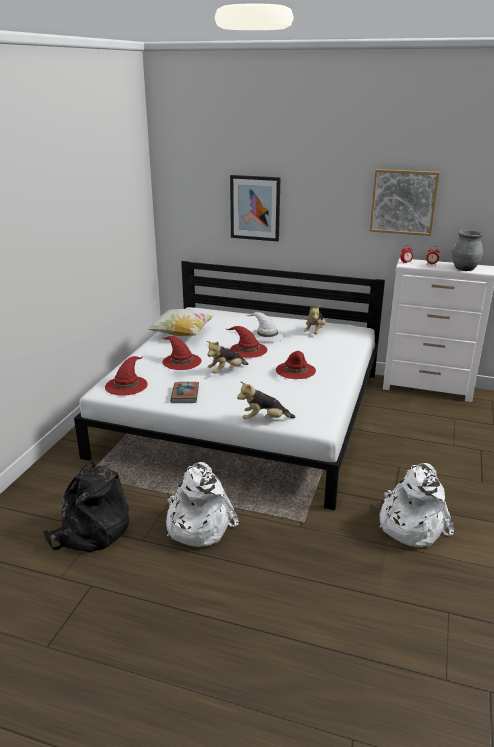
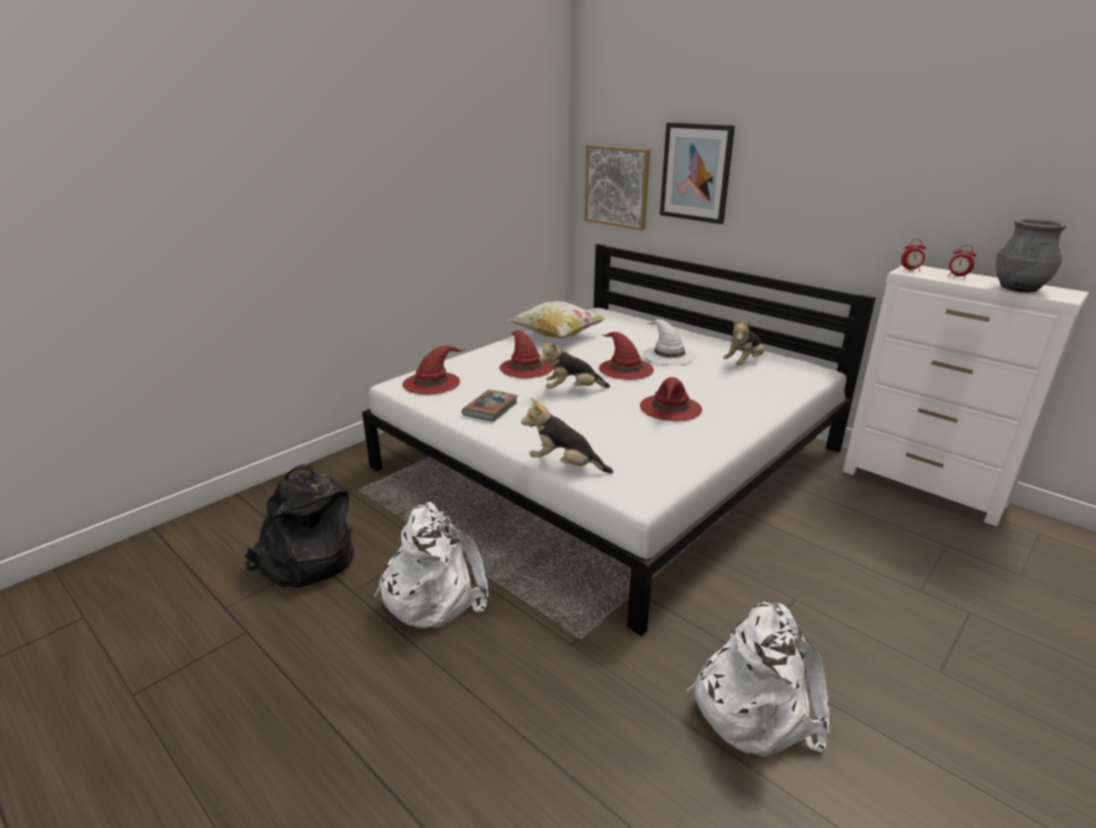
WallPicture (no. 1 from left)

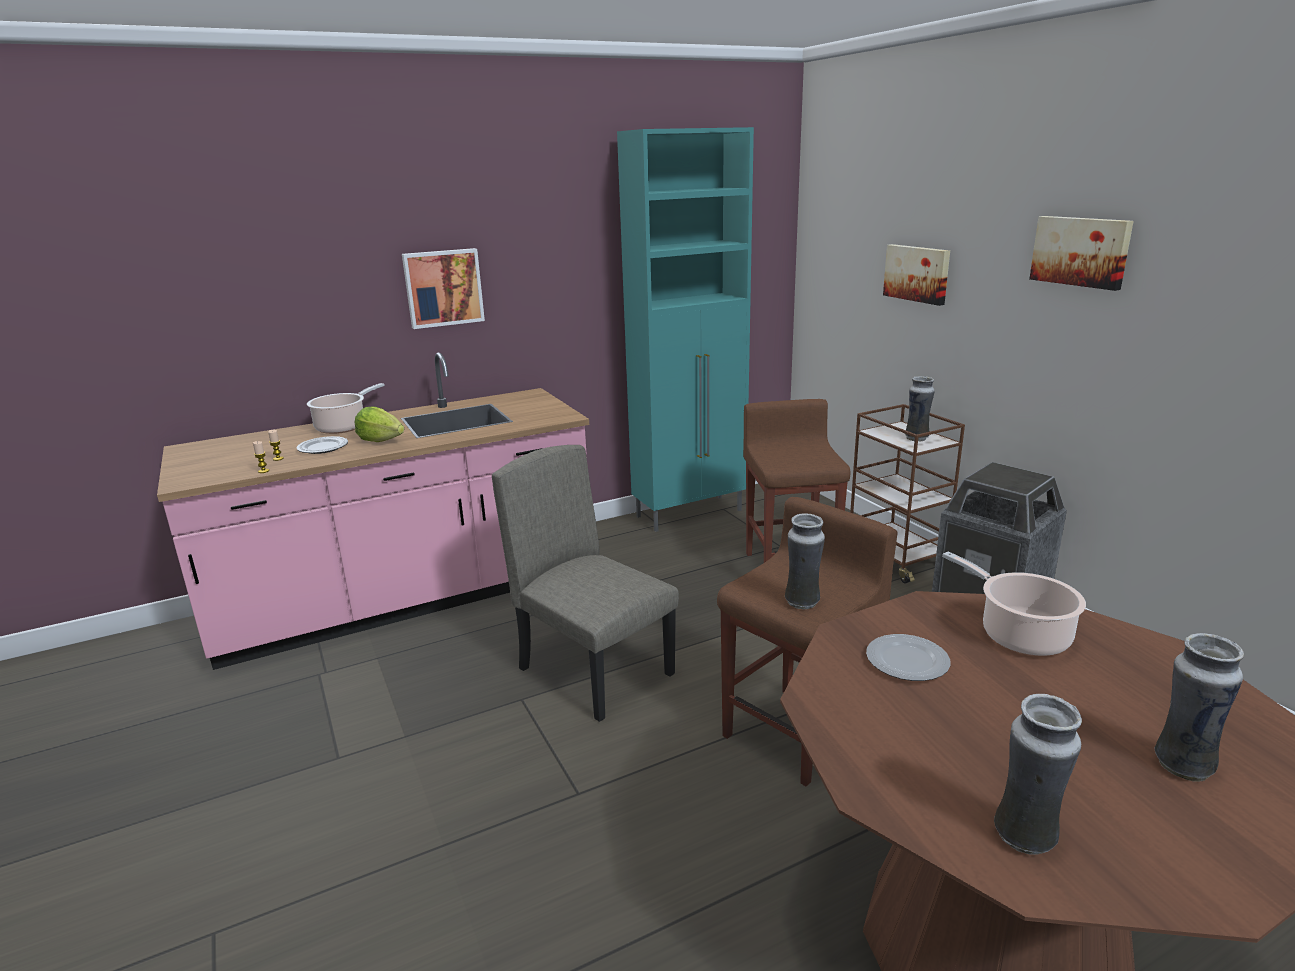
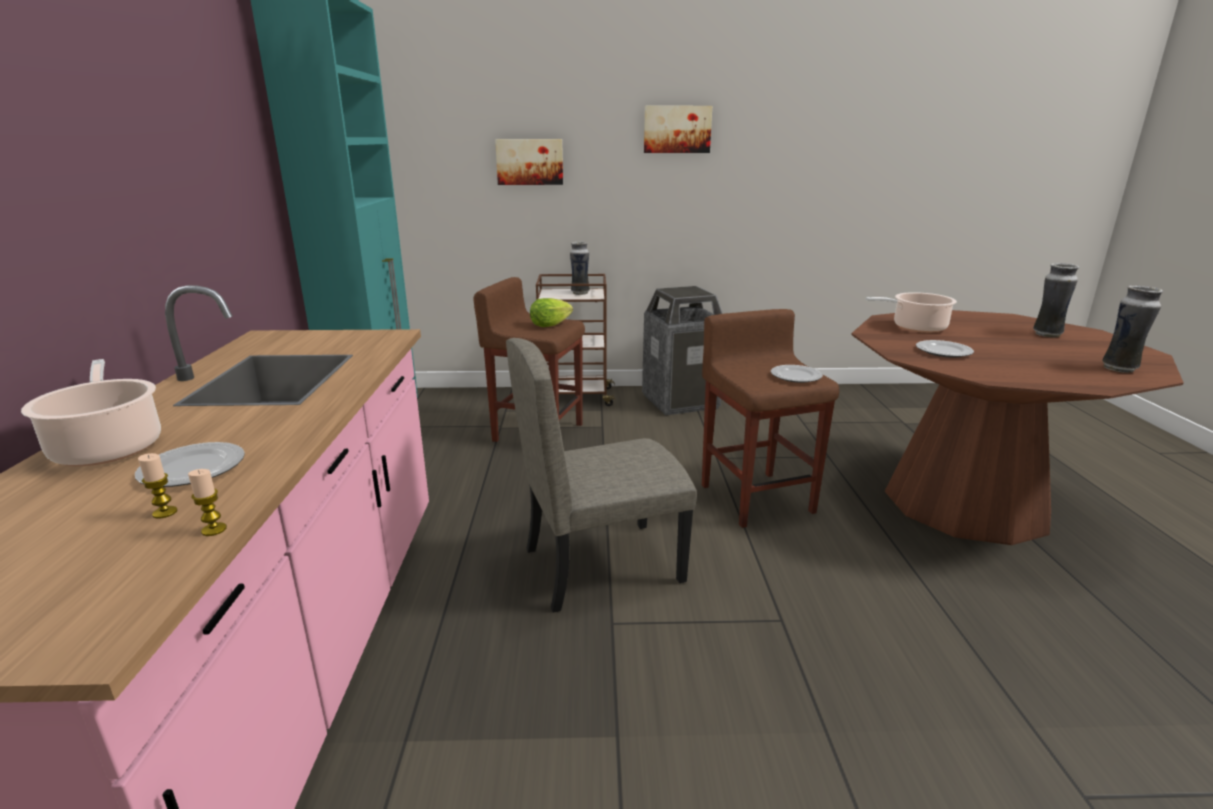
Lettuce
WallPicture (no. 1 from left in the first image)
FlatDish (no. 2 from left)

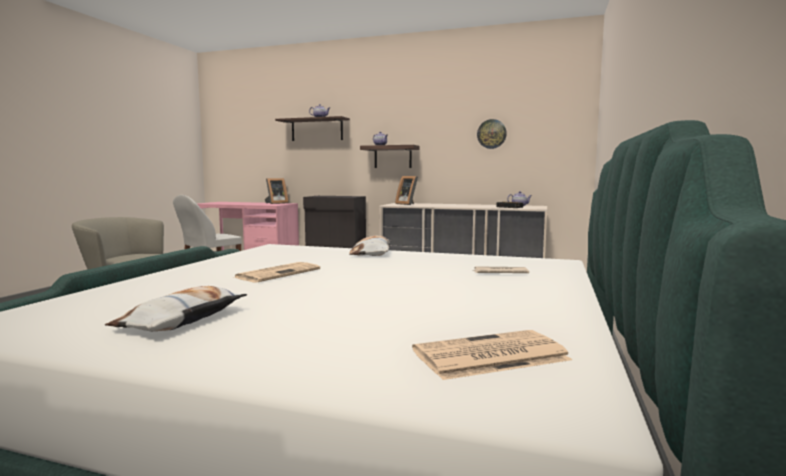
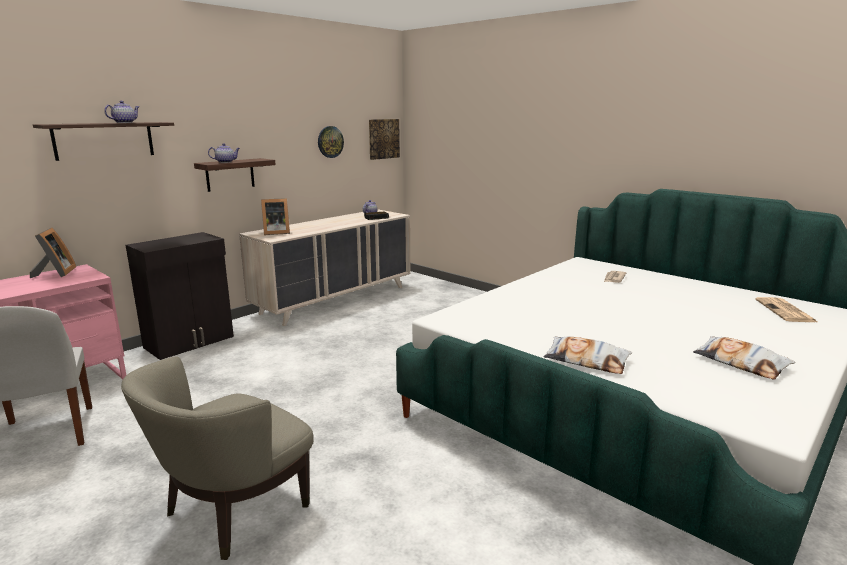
PrintedPaper (no. 1 from left in the first image)
ThrowPillow (no. 1 from left)
WallPicture

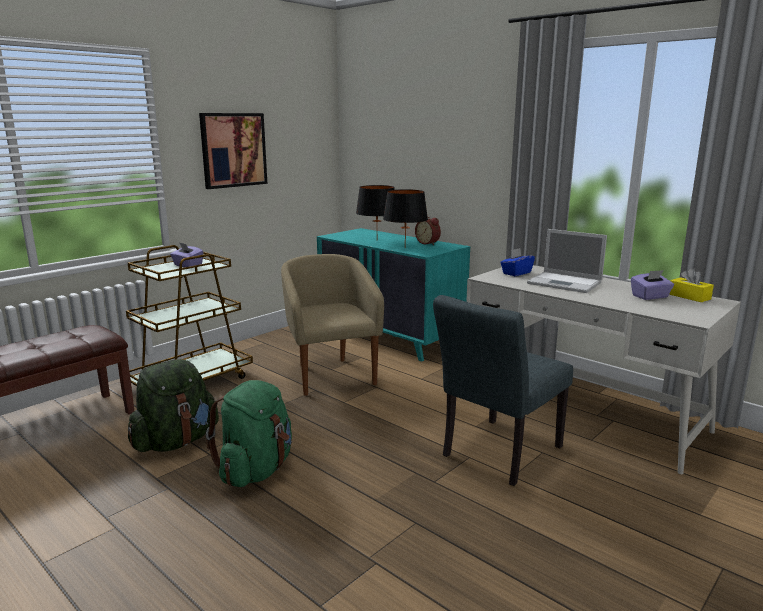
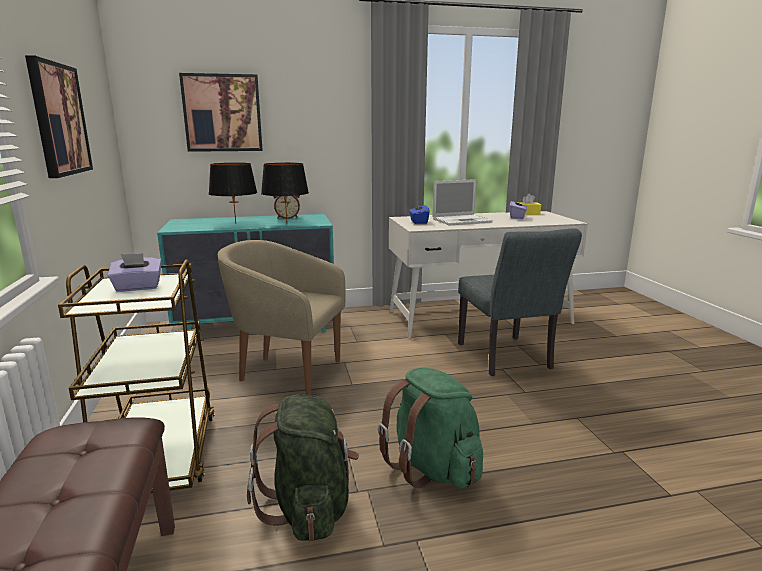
WallPicture (no. 2 from left)

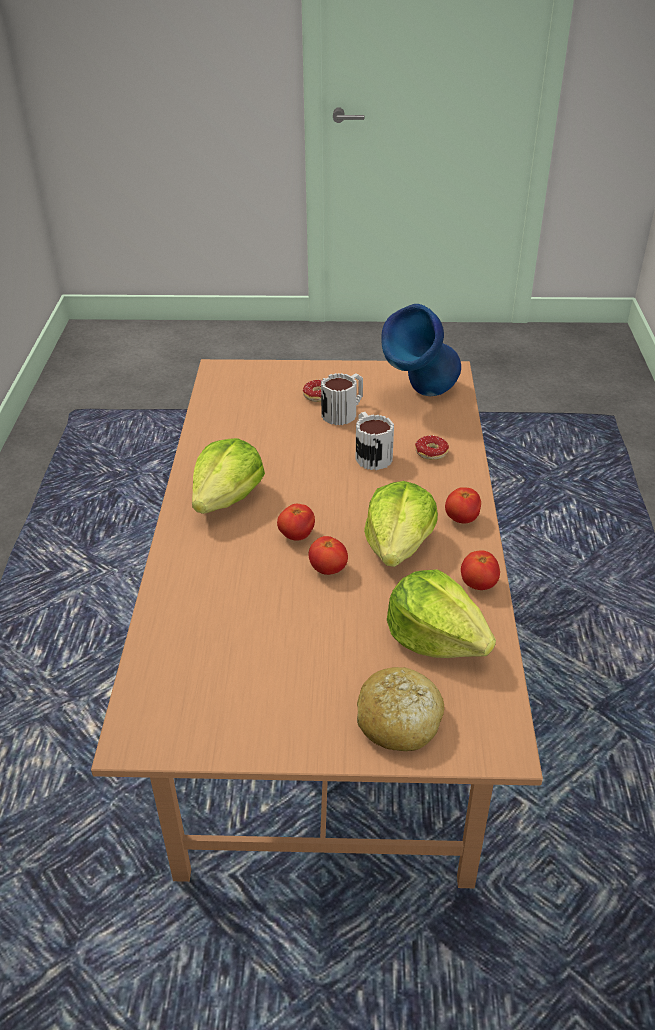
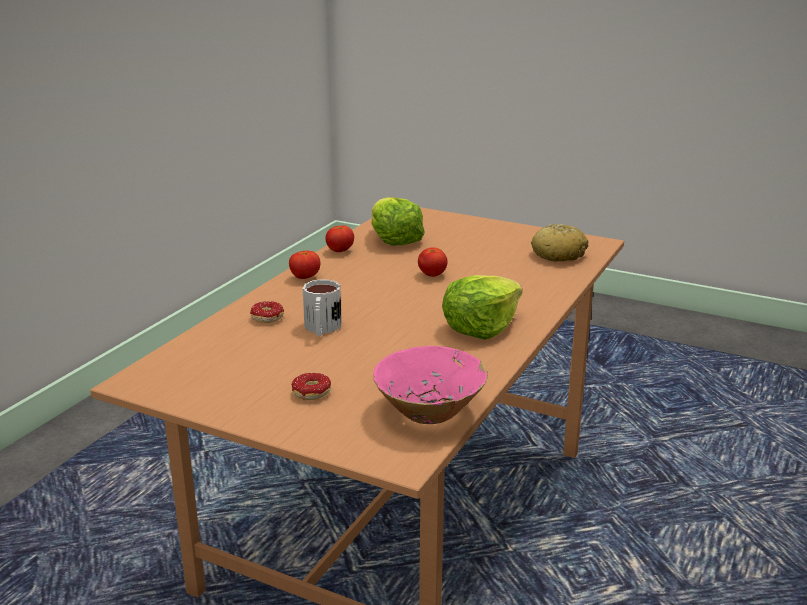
FreshTomato (no. 1 from left in the first image)
Mug (no. 1 from left in the first image)
Bread
Lettuce (no. 2 from left in the first image)
BlueFlowerVase
PinkColouredDeepDish

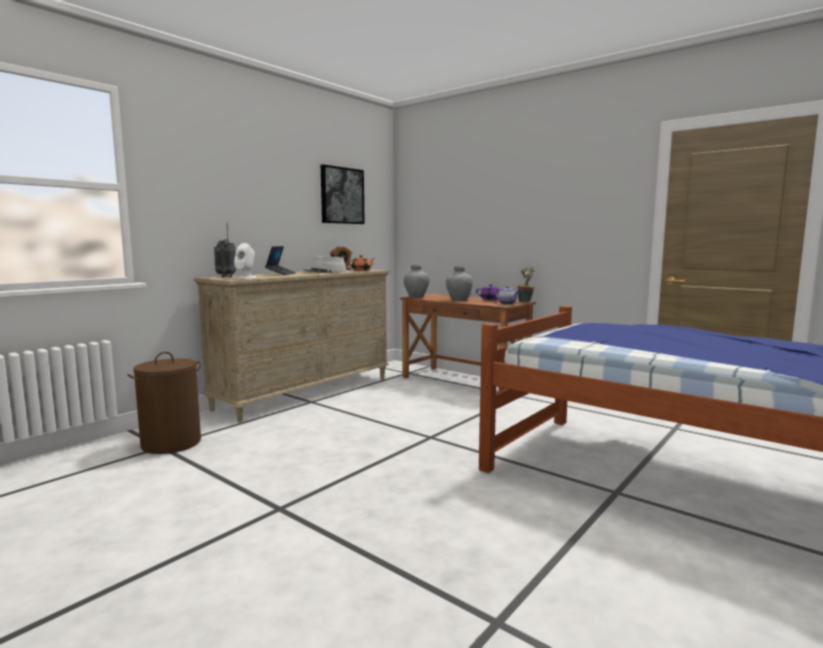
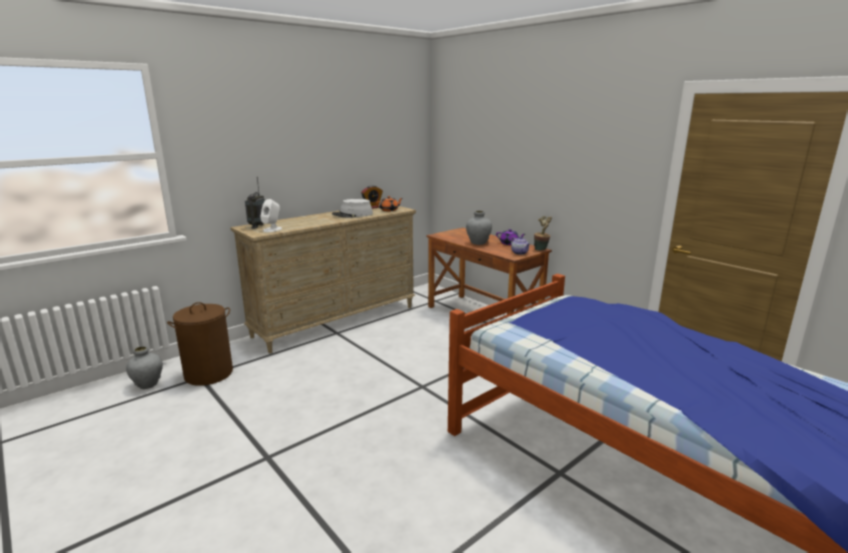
NotebookComputer
WallPicture
GrayFlowerVase (no. 1 from left)

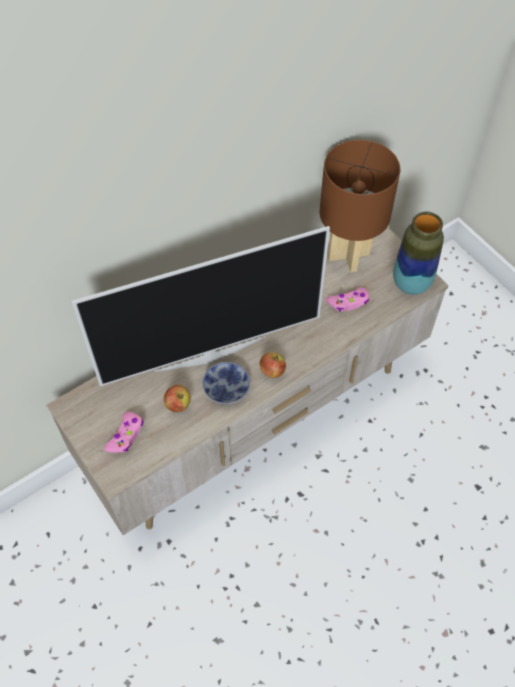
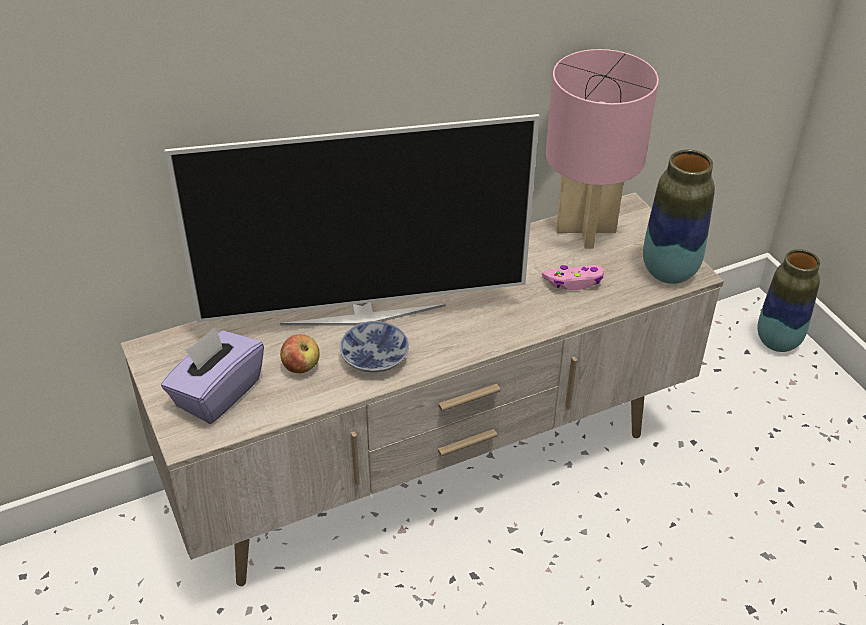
PurpleColouredTissueBox
WholeApple (no. 2 from left in the first image)
PinkColouredLampForATable
FlowerVase (no. 2 from left)

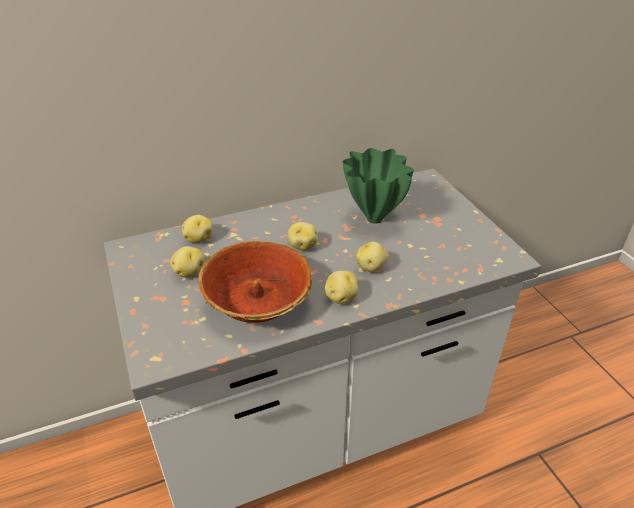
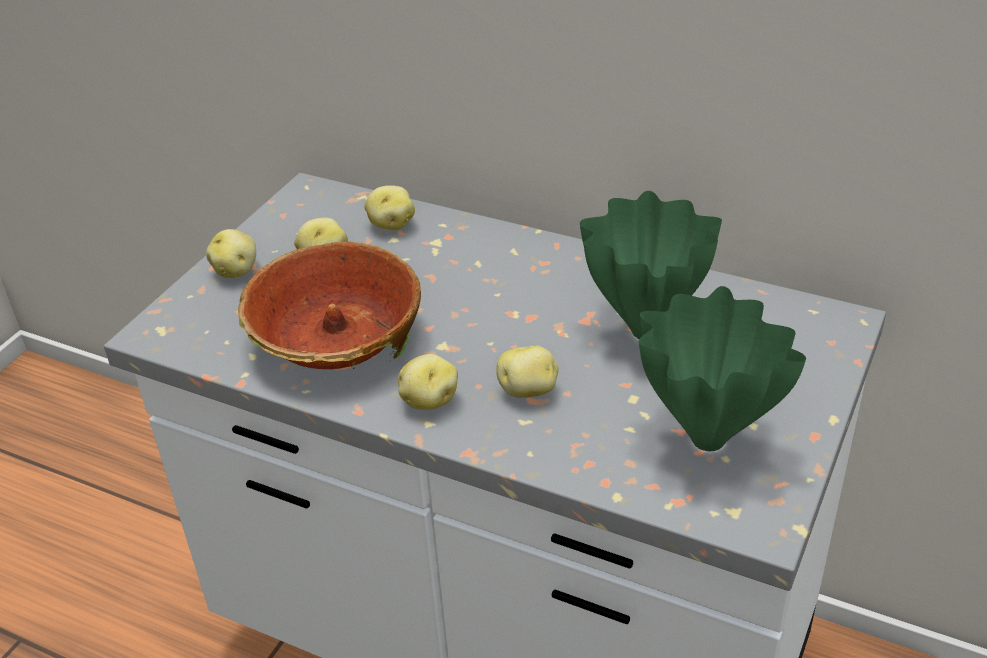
Spud (no. 1 from left)
GreenFlowerVase (no. 2 from left)

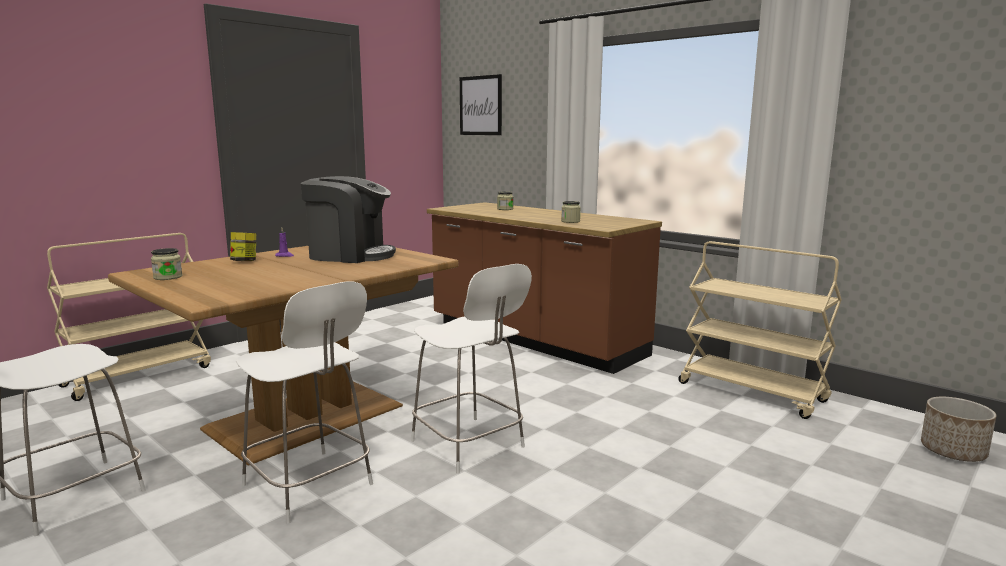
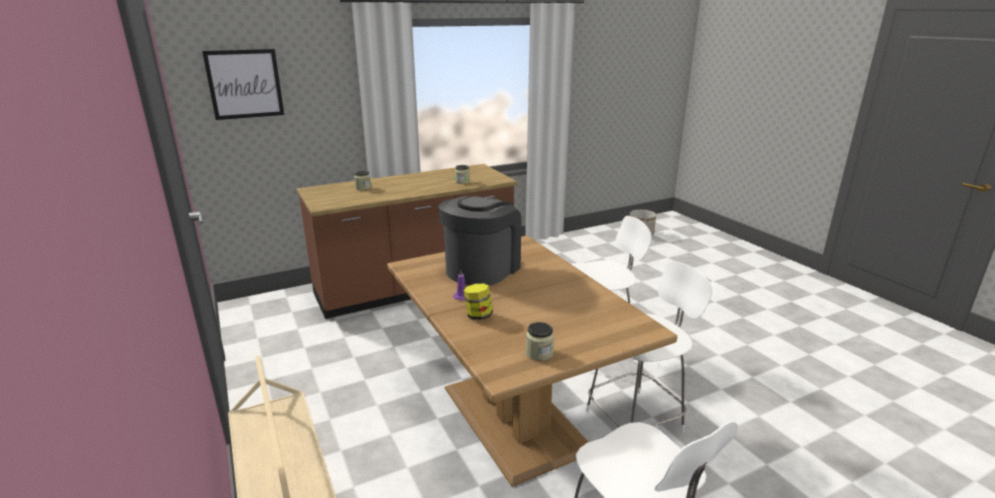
BeigeCart (no. 2 from left in the first image)

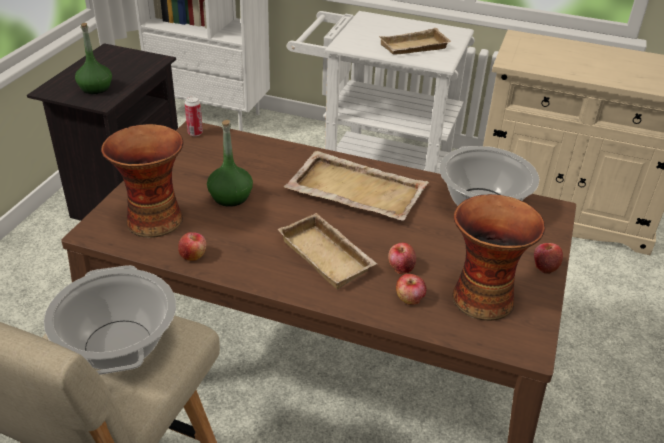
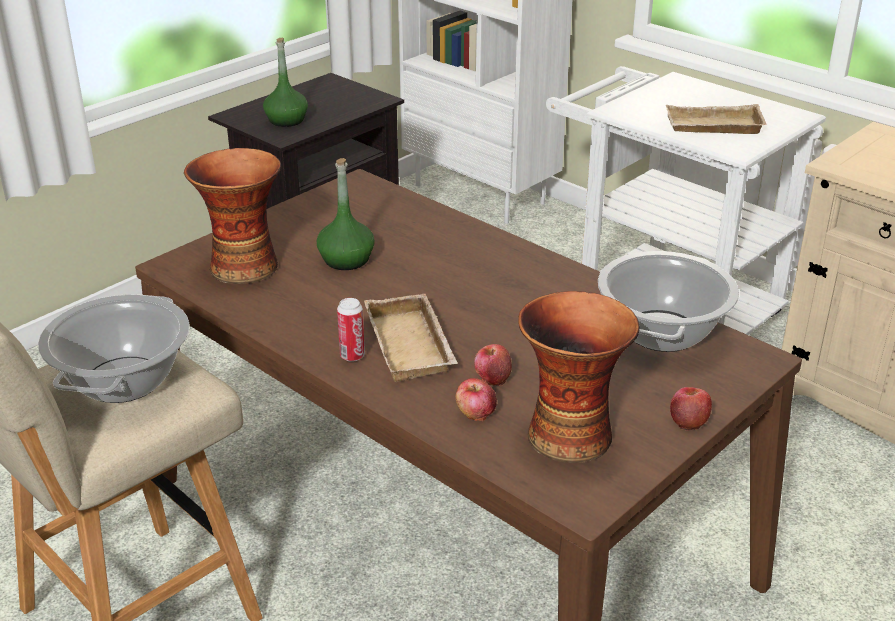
WholeApple (no. 1 from left in the first image)
MetalCan
BeigeServingTray (no. 2 from left in the first image)

